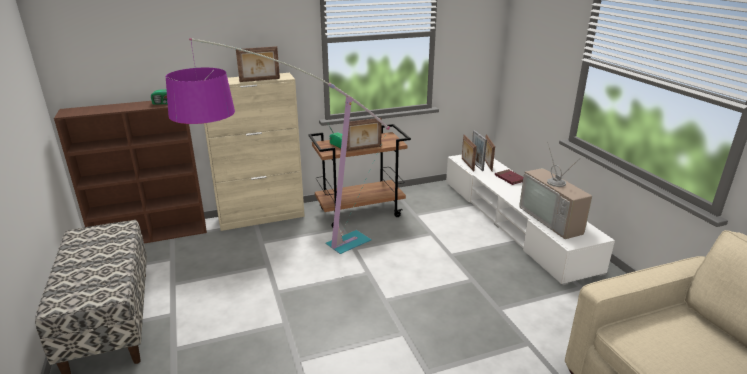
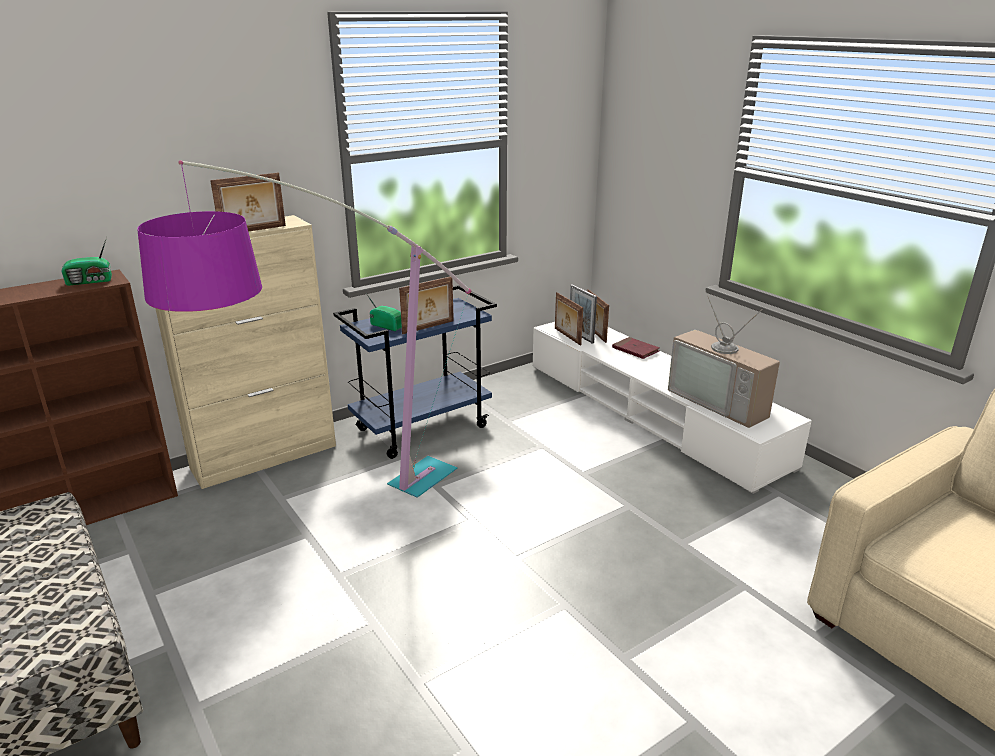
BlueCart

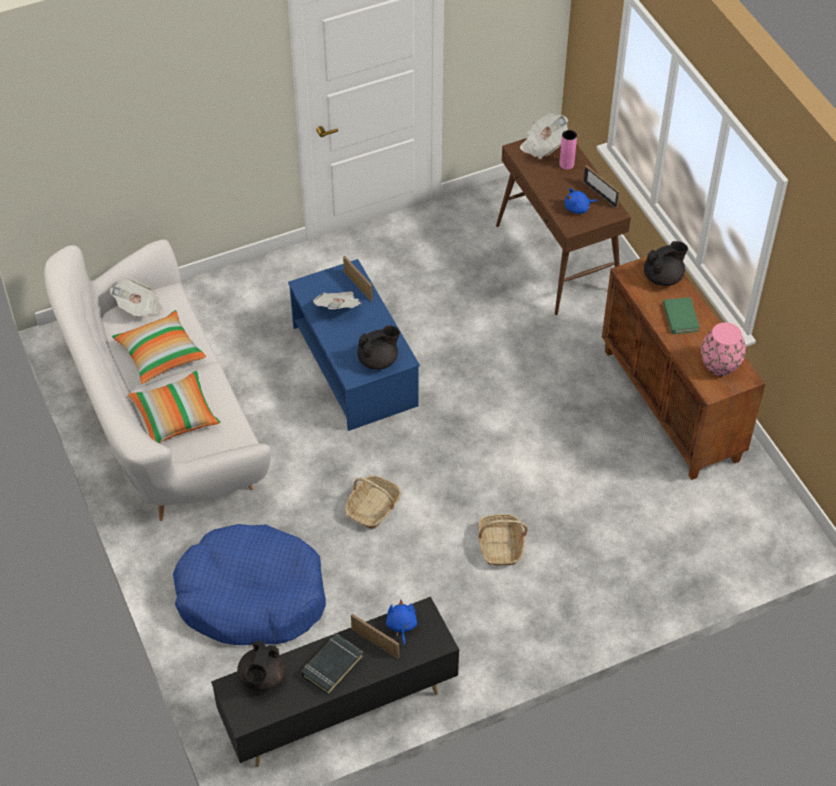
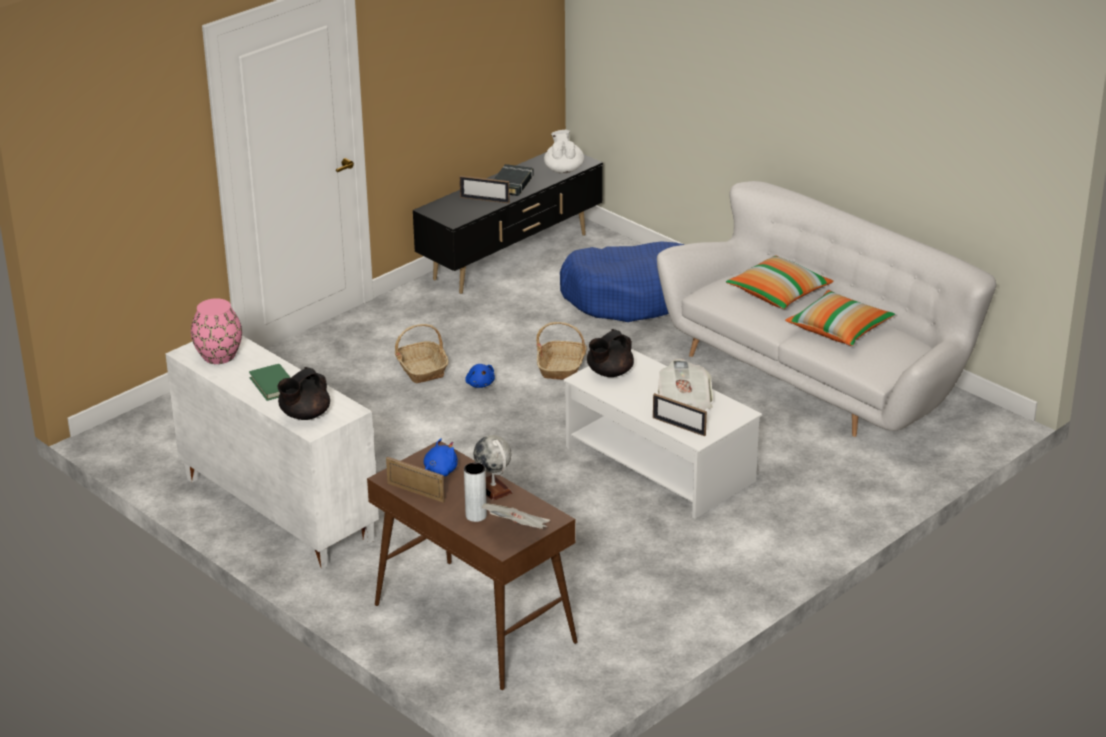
PrintedPaper (no. 1 from left in the first image)
WhiteTeapot
WhiteLowTable
BluePlushToy (no. 2 from left)
GrayFlowerVase
WhiteCabinet
WorldGlobe

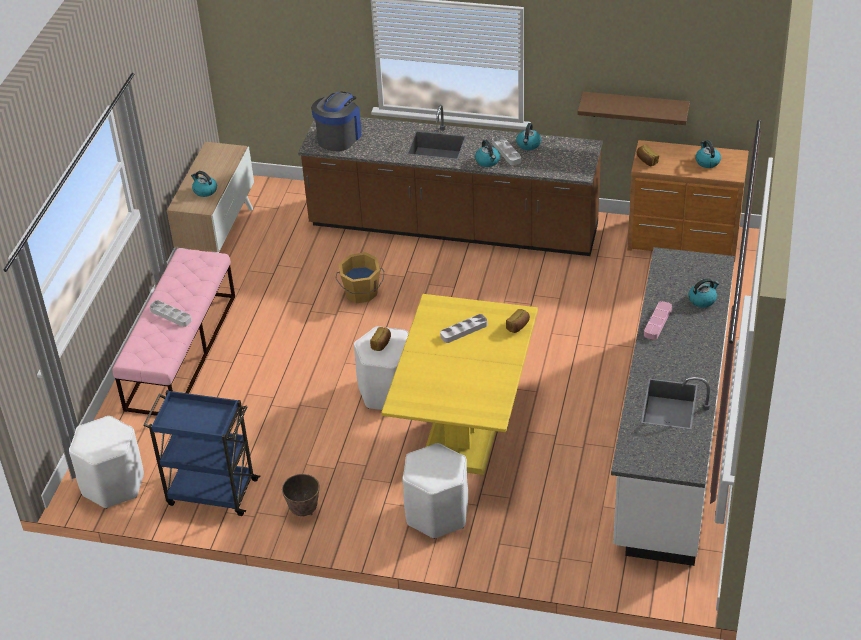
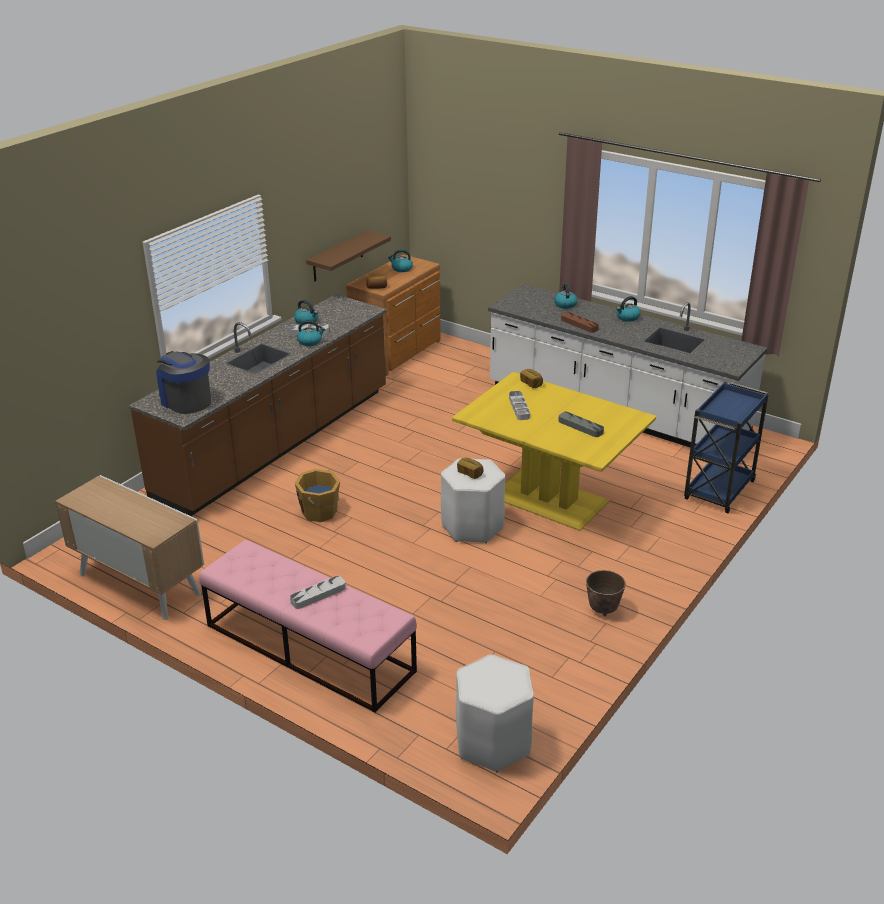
BlueCart
WaterKettle (no. 5 from left)
WhiteSittingStool (no. 3 from left in the first image)
BrownServingTray
GrayServingTray (no. 4 from left)

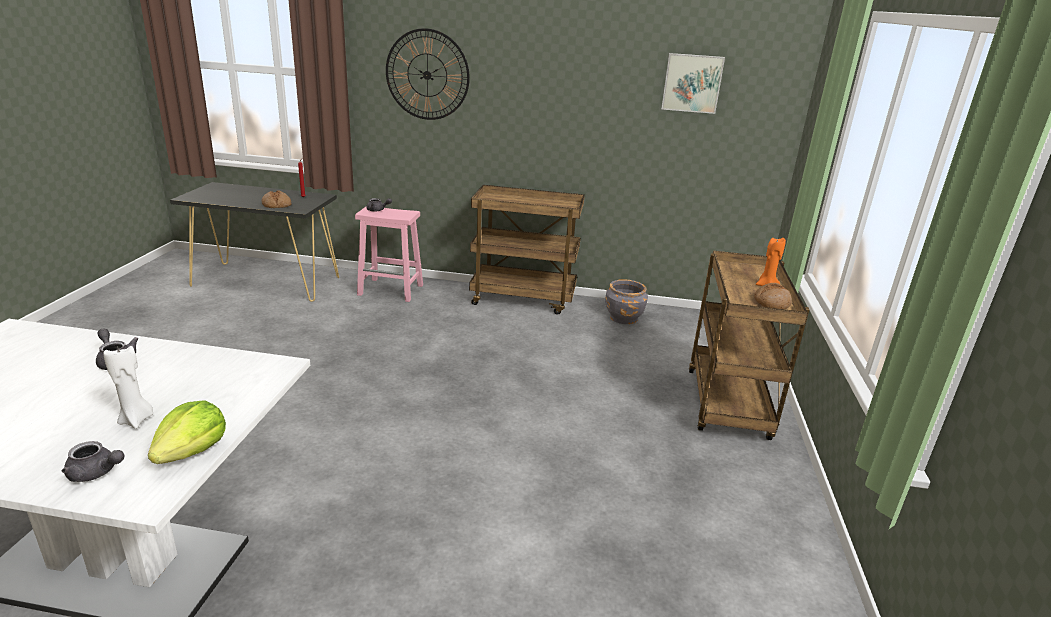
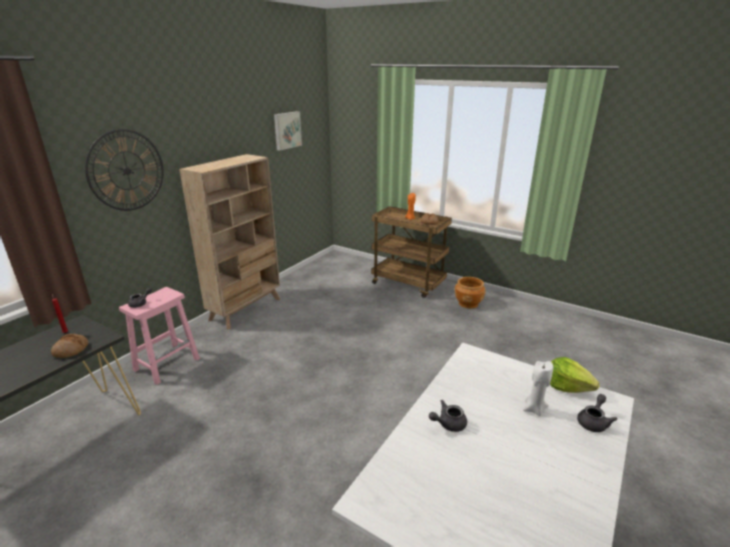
BeigeBookshelf
GrayFlowerPot
BrownFlowerPot

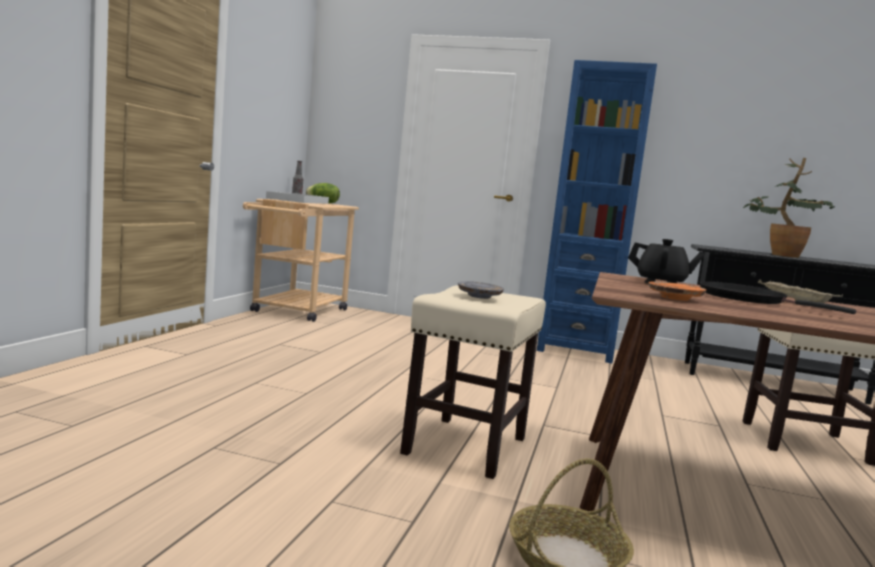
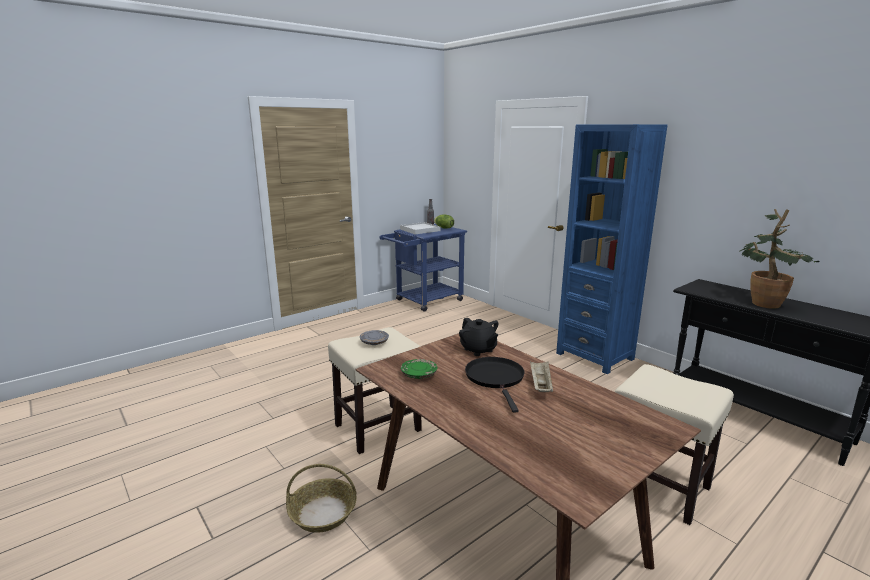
BlueCart
GreenFlatDish

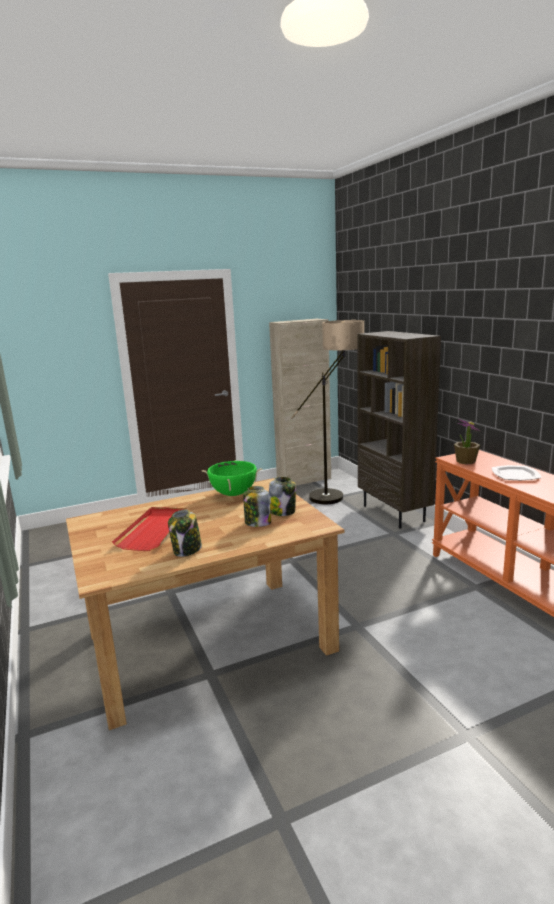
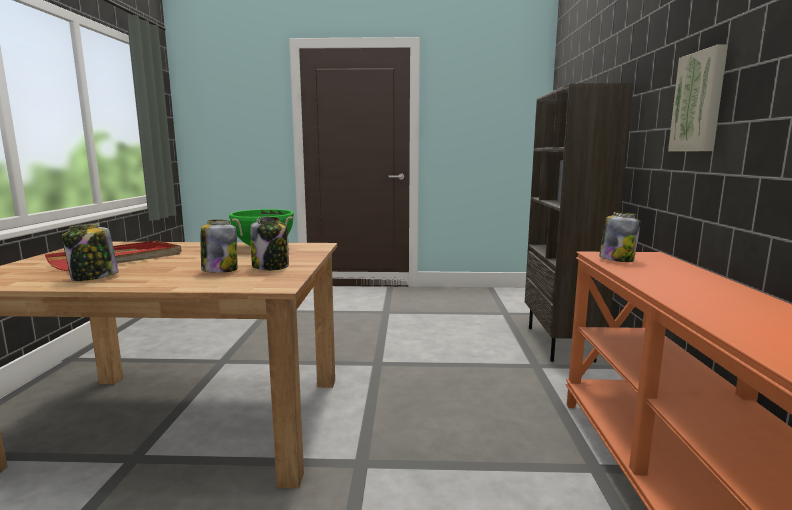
BeigeCabinet
FloorLamp
StorageJar (no. 4 from left)
FlatDish
WallPicture

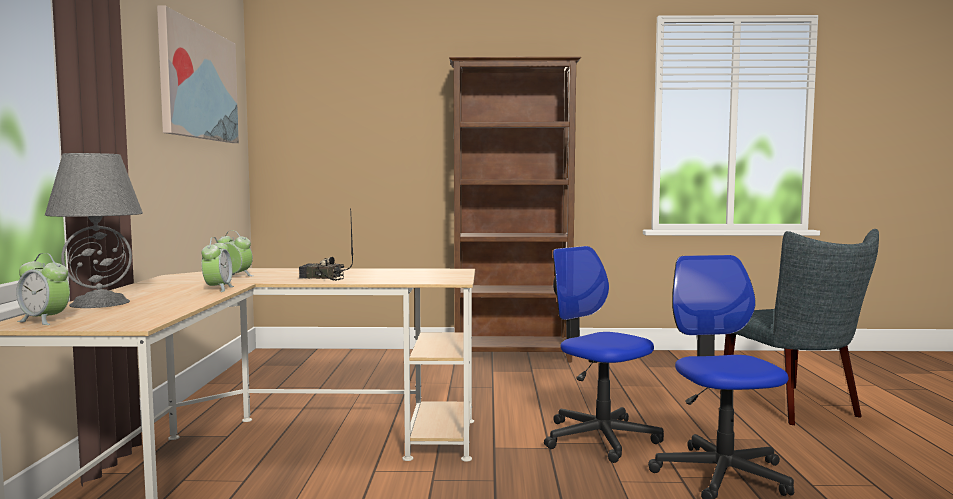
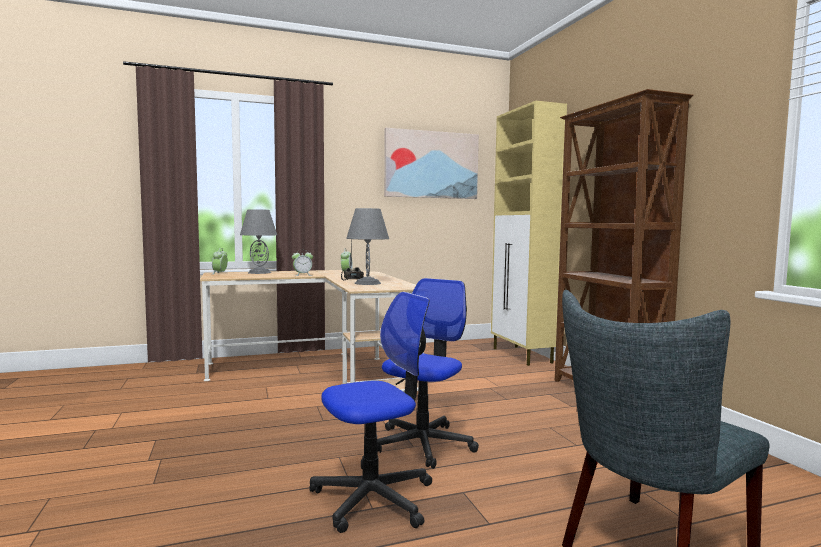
GrayLampForATable (no. 2 from left)
BeigeCabinet

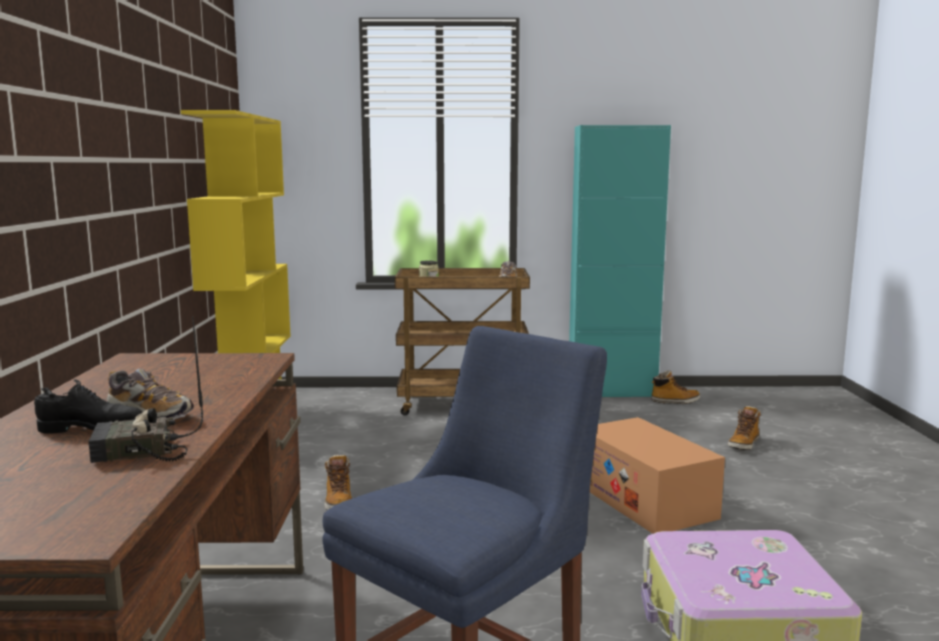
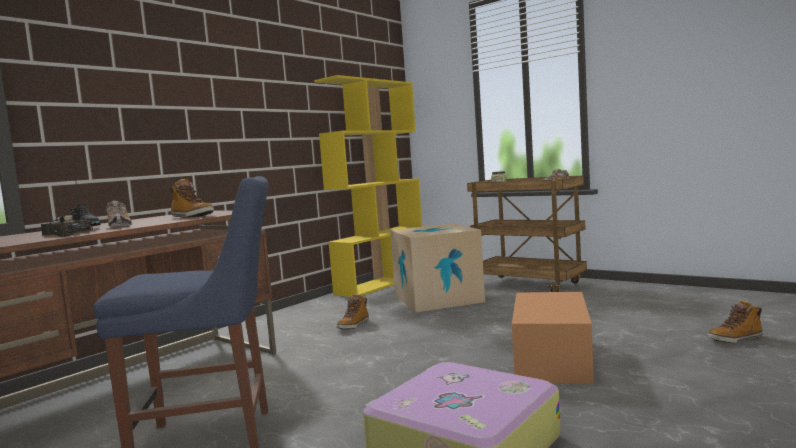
TurquoiseCabinet
TallBoot (no. 1 from left)
CardboardBox (no. 1 from left)

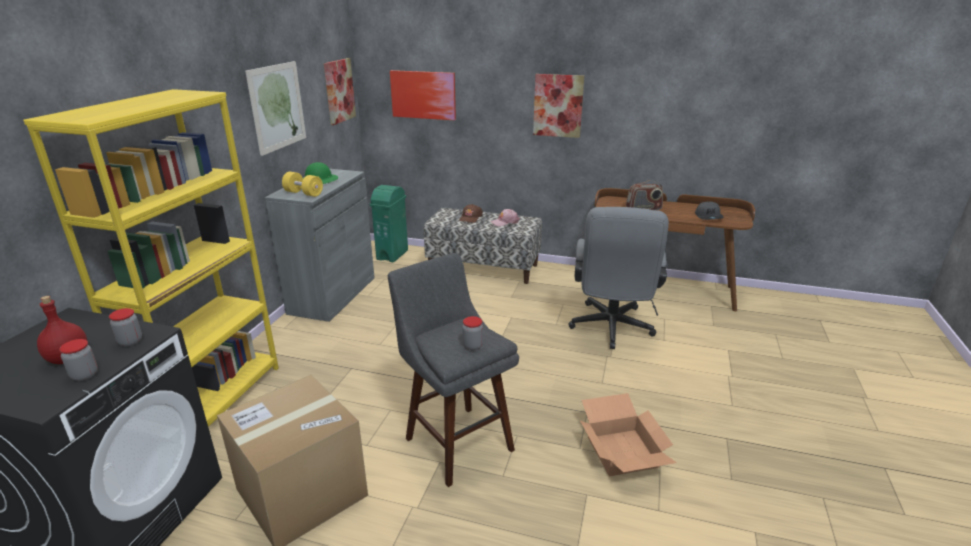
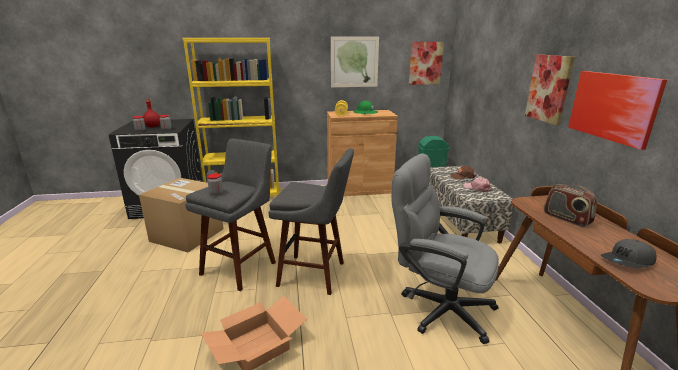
BrownCabinet
WallPicture (no. 4 from left)
GrayComputerChair
GraySittingStool (no. 2 from left)

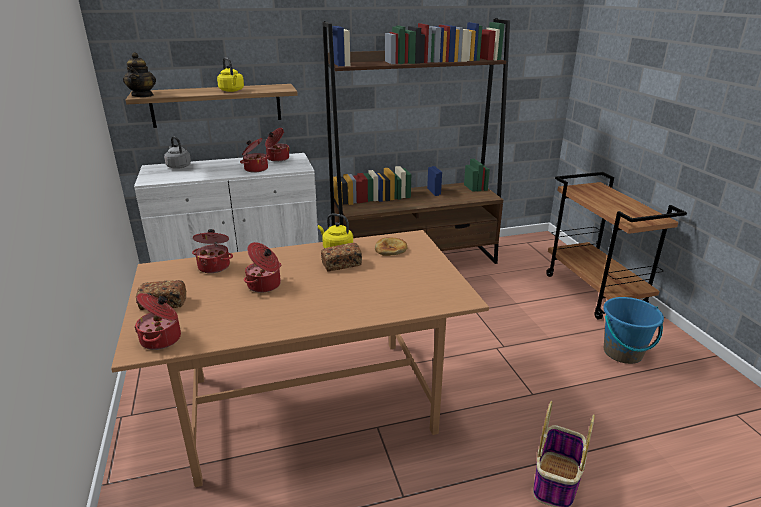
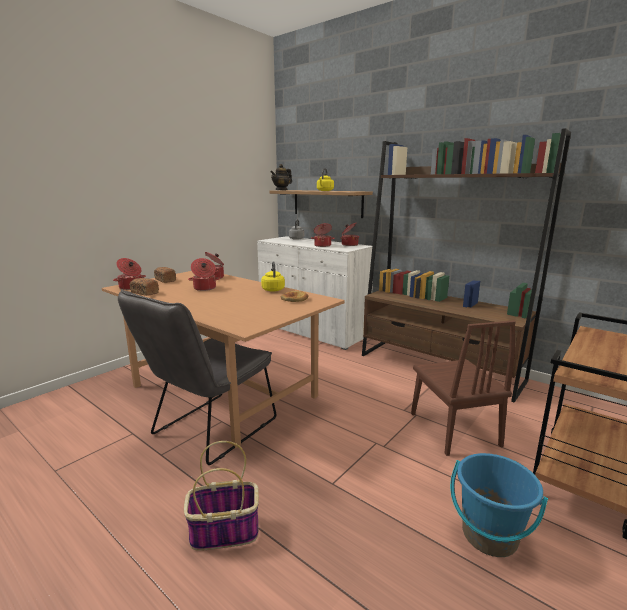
Bread (no. 1 from left)
GrayChair
BrownChair

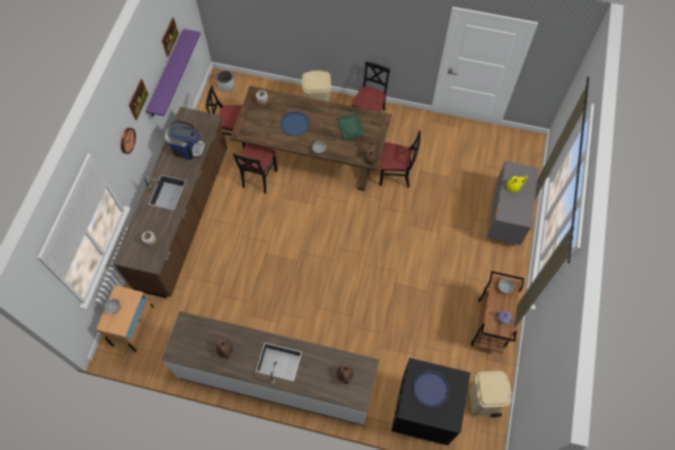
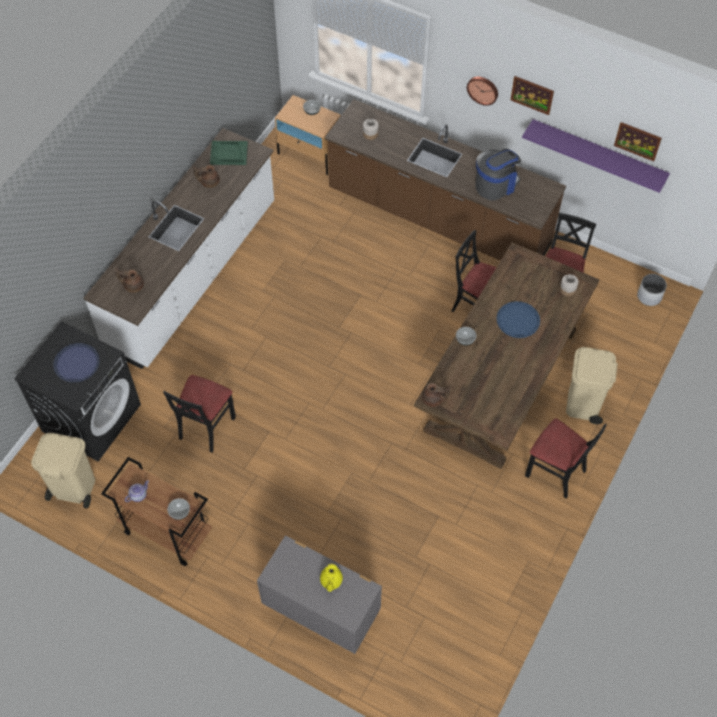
CoffeeMachine
GreenServingTray
BlackChair (no. 1 from left)

